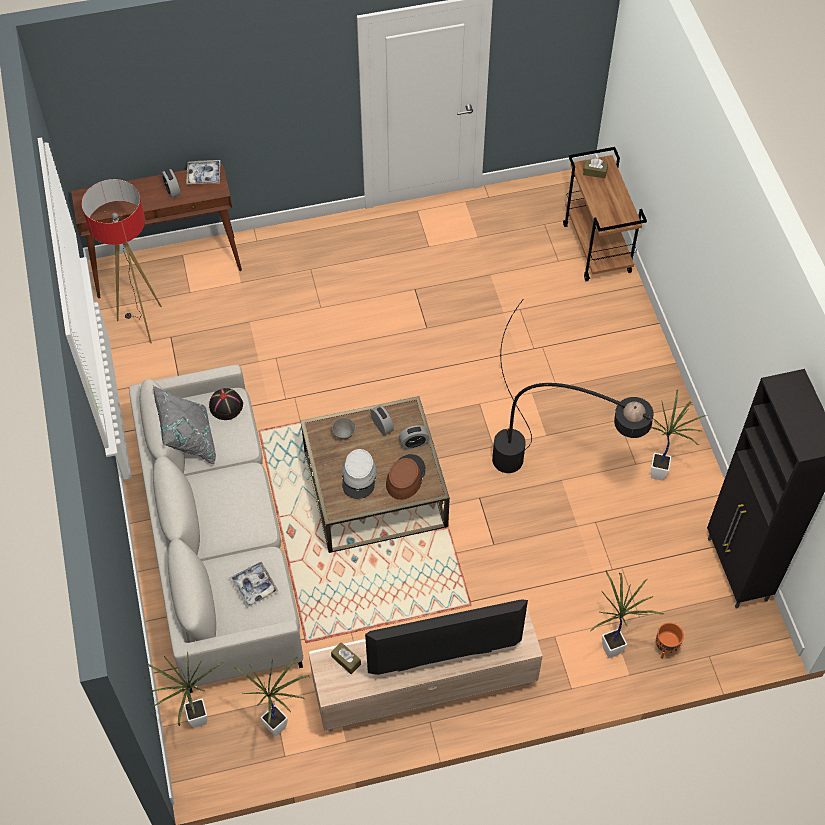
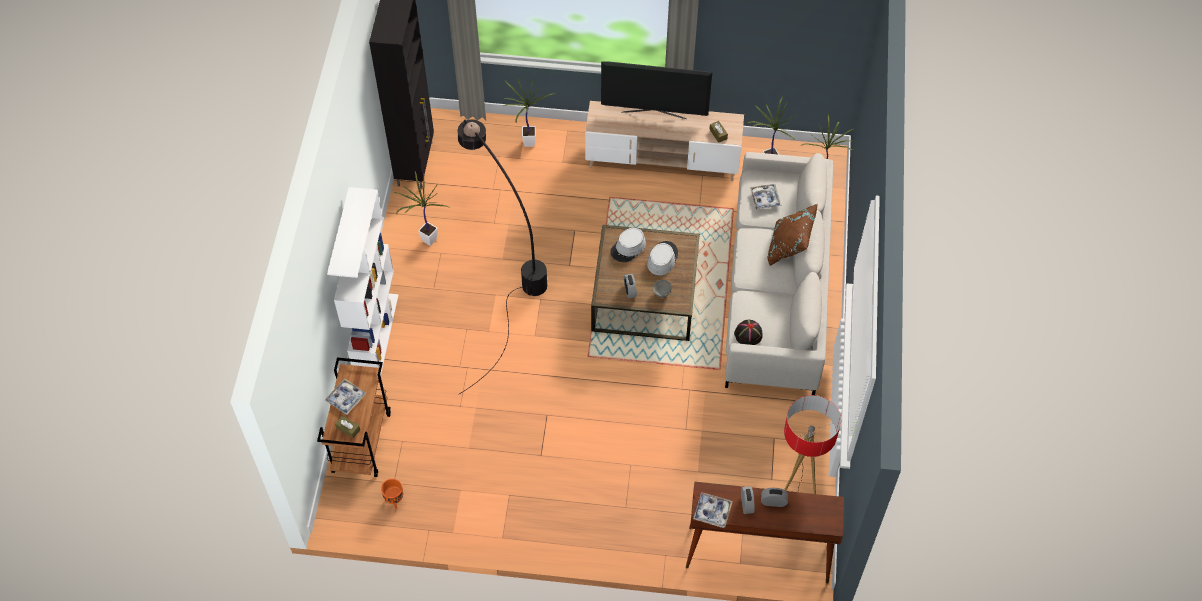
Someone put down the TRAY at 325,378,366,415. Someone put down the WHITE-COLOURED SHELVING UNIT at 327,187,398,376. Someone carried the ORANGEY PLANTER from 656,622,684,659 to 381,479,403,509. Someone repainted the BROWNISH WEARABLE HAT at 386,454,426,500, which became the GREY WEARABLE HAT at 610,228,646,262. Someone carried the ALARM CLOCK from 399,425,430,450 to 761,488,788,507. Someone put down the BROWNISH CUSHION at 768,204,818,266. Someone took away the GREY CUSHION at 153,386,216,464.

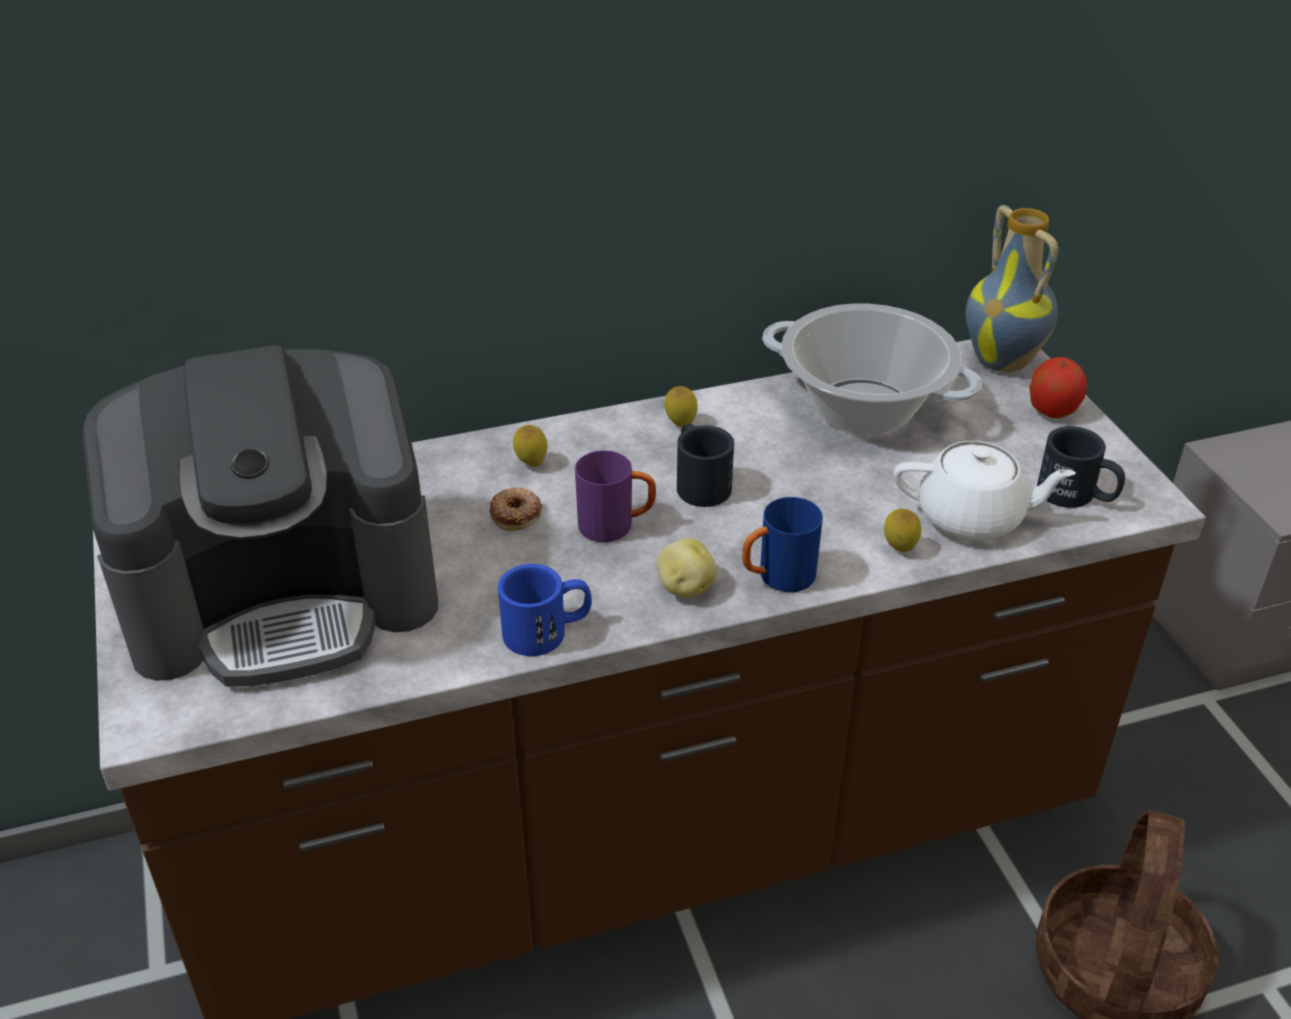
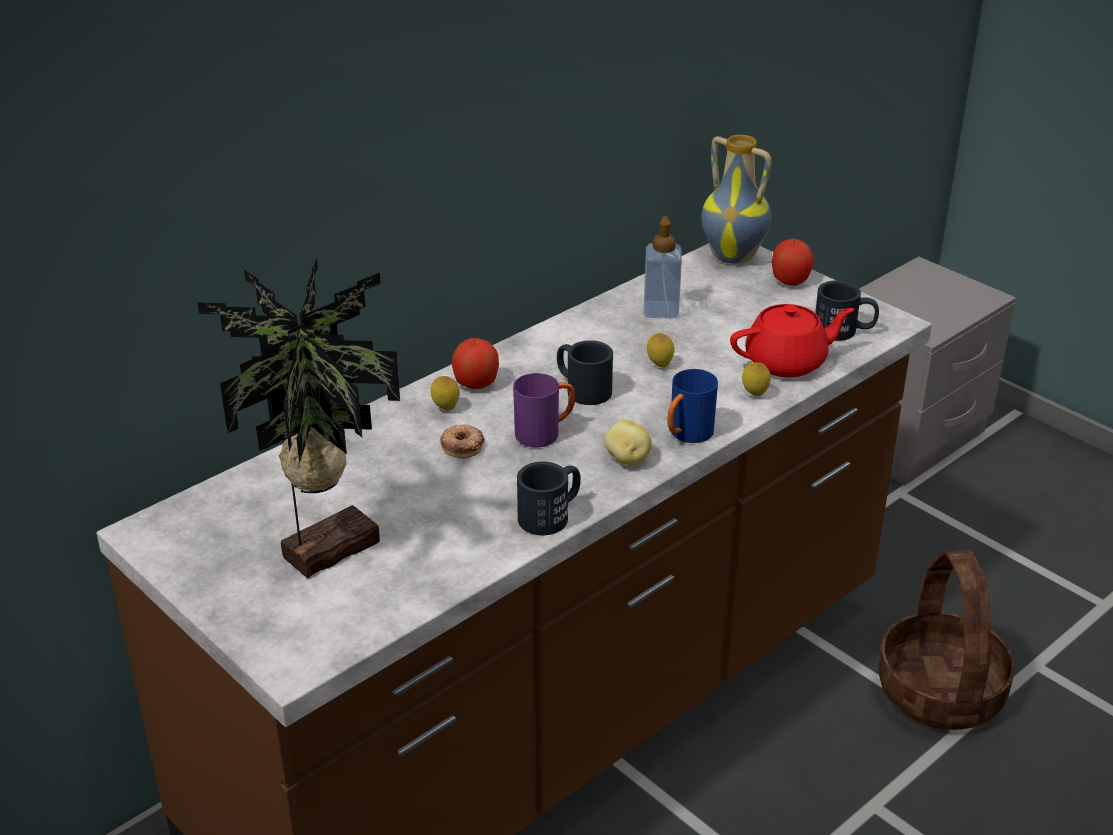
Someone swapped the COFFEE BREWER at 82,345,438,687 for the PLANT IN A POT at 197,258,400,578. Someone put down the APPLE FRUIT at 452,338,499,389. Someone repainted the BLUISH COFFEE MUG at 498,564,592,656, which became the BLACK COFFEE MUG at 517,462,581,535. Someone swapped the COOKING POT at 762,304,982,434 for the SOAP BOTTLE at 644,216,682,319. Someone carried the WHOLE LEMON from 665,386,698,428 to 647,333,675,367. Someone repainted the WHITE-COLOURED TEA POT at 894,441,1076,541, which became the RED-COLOURED TEA POT at 730,304,855,377.

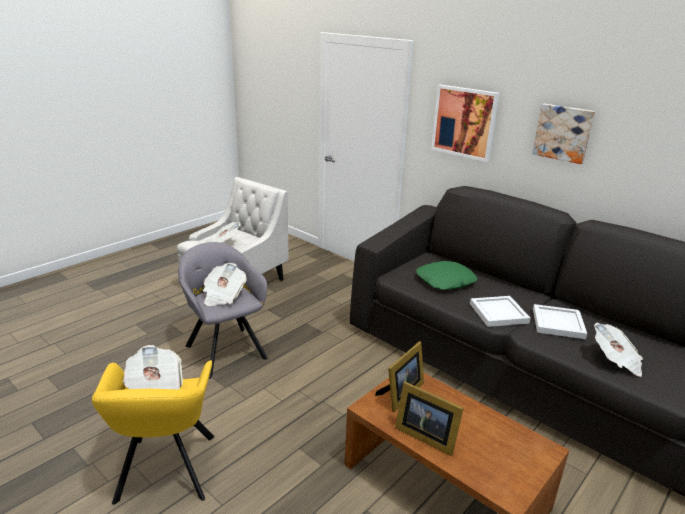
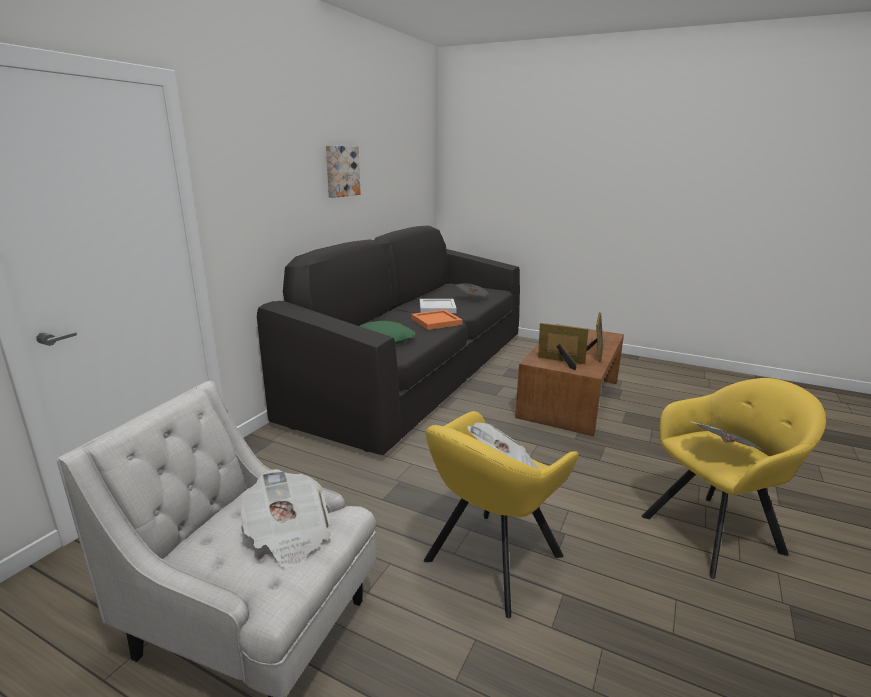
Someone repainted the WHITE-COLOURED TRAY at 470,296,531,327, which became the ORANGEY TRAY at 411,310,462,330. Someone repainted the GREY EASY CHAIR at 178,242,268,379, which became the YELLOW EASY CHAIR at 424,411,578,618. Someone took away the PICTURE at 431,85,500,162.

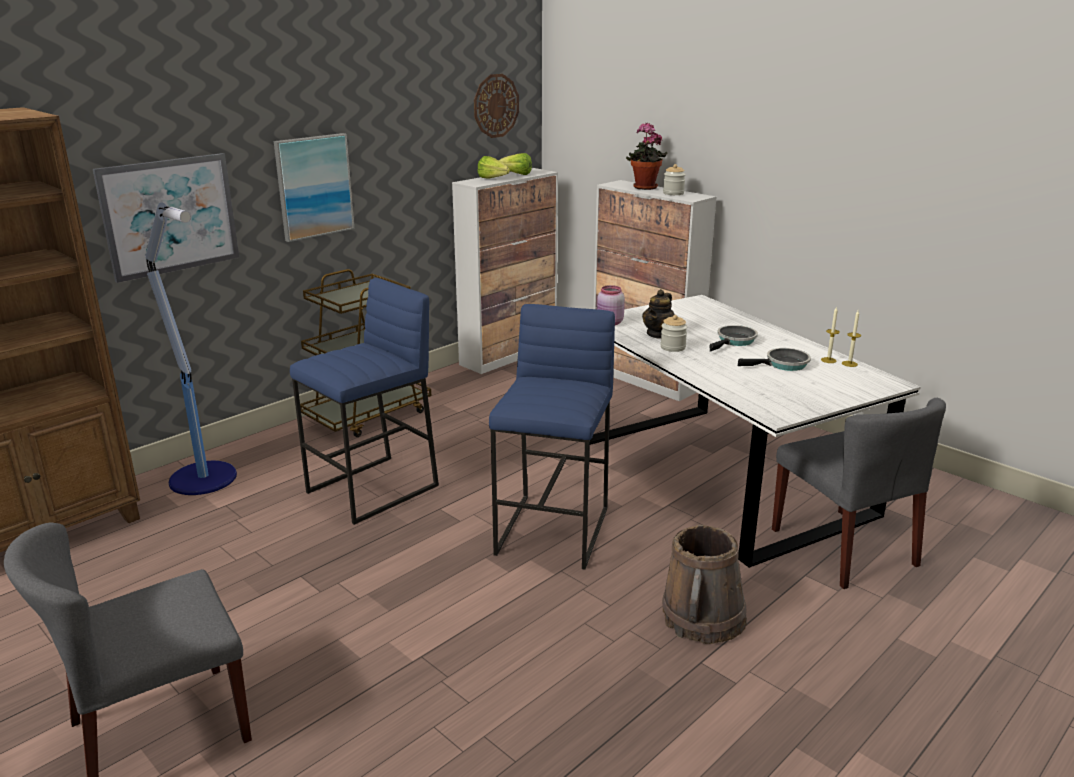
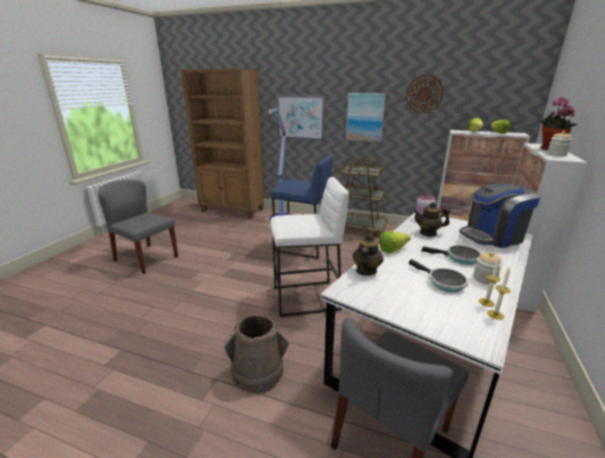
Someone repainted the BLUISH STOOL SEAT at 489,304,615,569, which became the WHITE-COLOURED STOOL SEAT at 270,177,349,317. Someone put down the TEA POT at 352,234,384,276. Someone put down the LETTUCE at 379,231,411,253. Someone carried the CLOCK ON THE WALL from 474,74,519,138 to 406,75,444,113. Someone put down the COFFEE BREWER at 459,183,541,248. Someone carried the STORAGE JAR from 660,315,687,352 to 473,252,502,285.

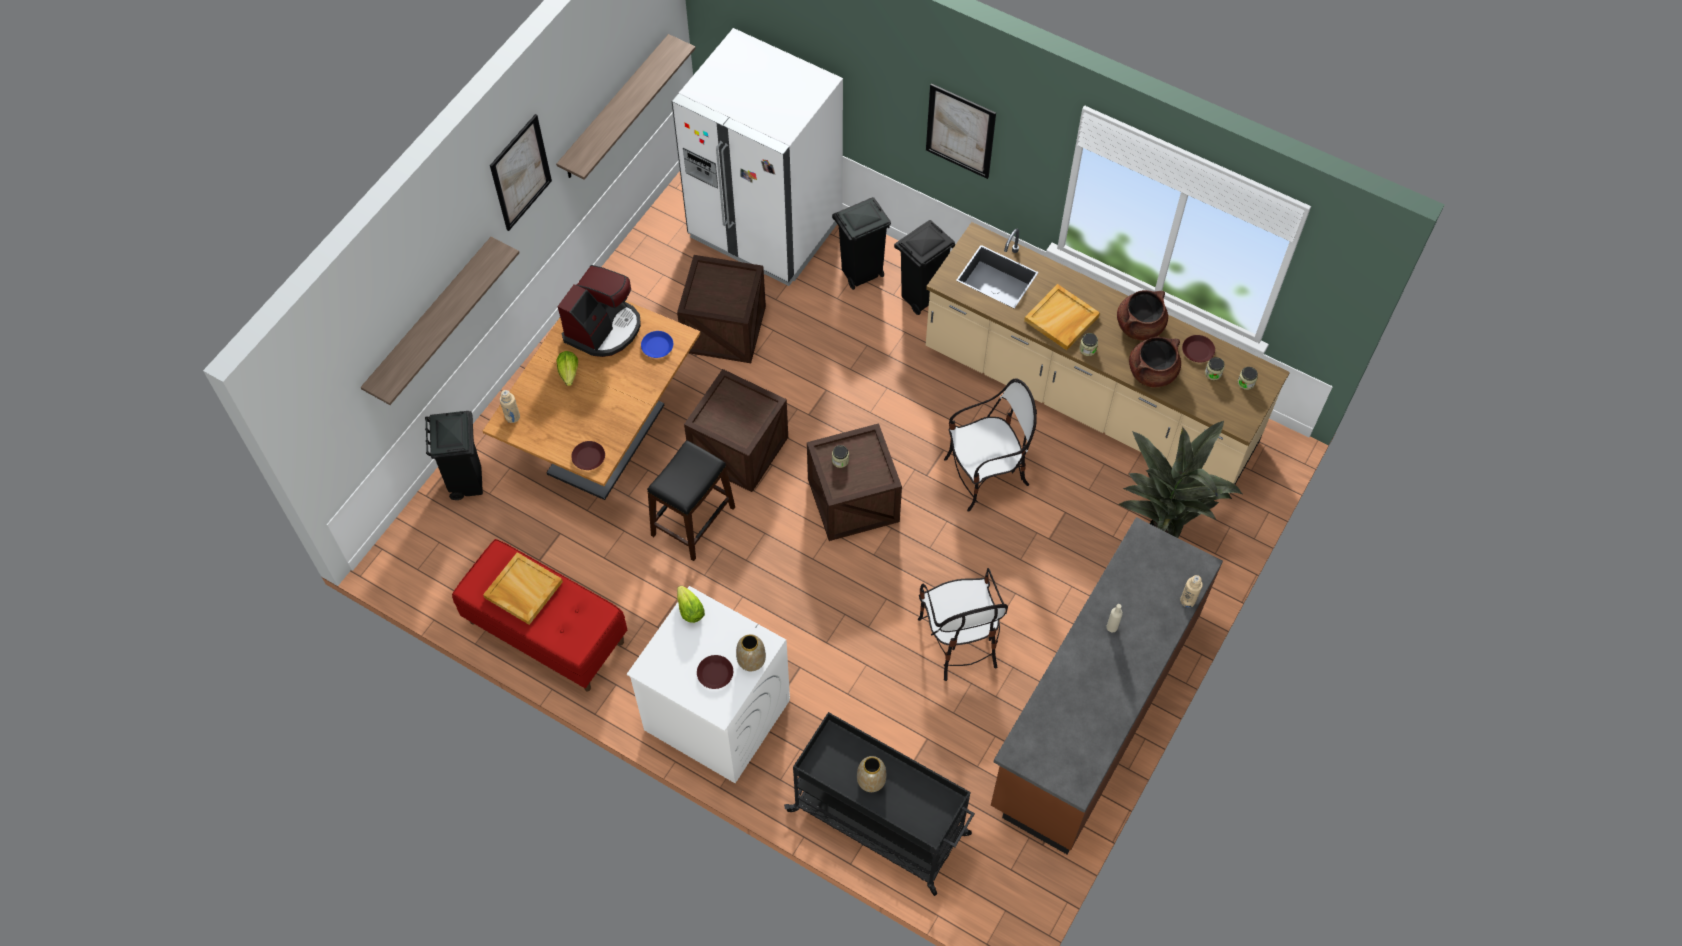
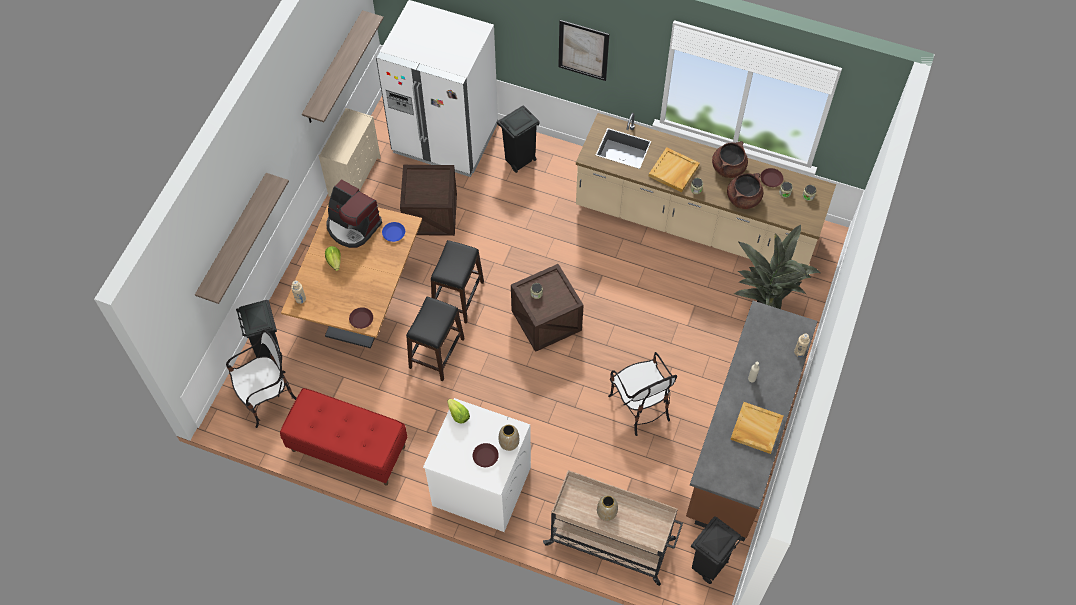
Someone carried the PLAIN CHAIR from 944,379,1037,512 to 226,330,296,428. Someone put down the BEIGE-COLOURED DRESSER at 319,108,381,197. Someone rotated the COFFEE BREWER at 557,265,641,357 by 105 degrees clockwise. Someone swapped the CRATE at 684,369,788,492 for the BLACK STOOL SEAT at 431,240,484,324. Someone repainted the BLACK CART at 784,712,975,896, which became the BEIGE-COLOURED CART at 543,470,683,586. Someone carried the BLACK WASTE BIN from 894,220,955,315 to 691,516,742,584. Someone carried the BEIGE-COLOURED TRAY from 483,552,563,625 to 730,402,783,454. Someone took away the PICTURE at 490,114,552,231.

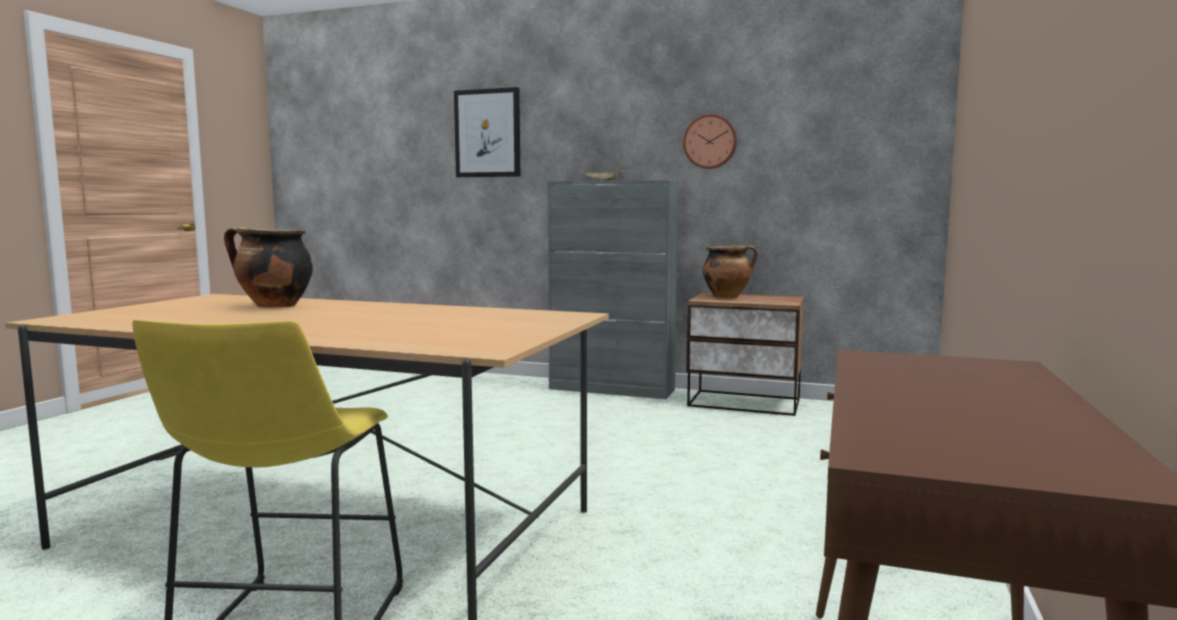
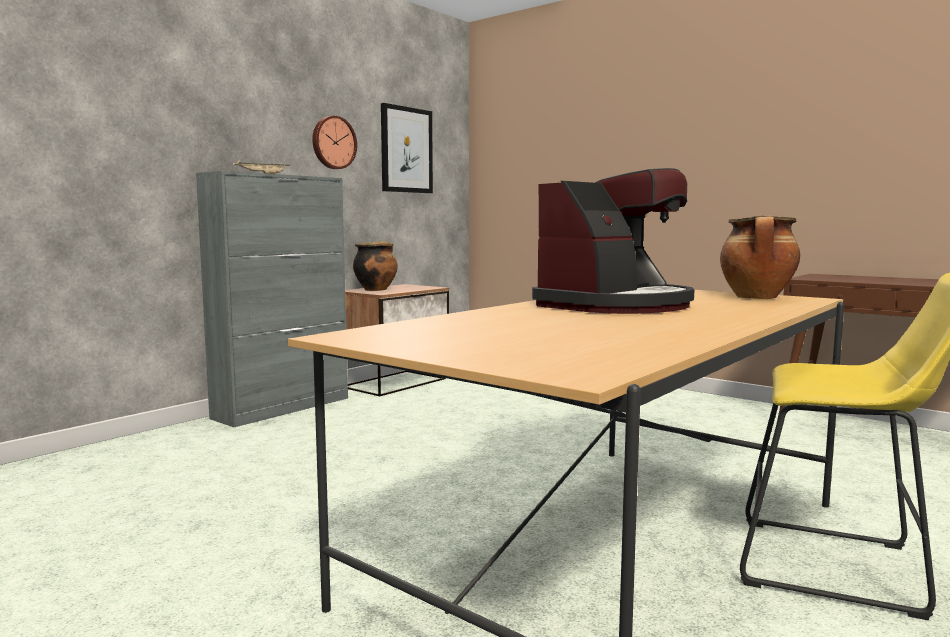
Someone carried the PICTURE from 454,87,520,177 to 381,103,433,193. Someone put down the COFFEE BREWER at 532,168,695,314. Someone carried the COOKING POT from 224,227,313,308 to 720,215,800,299.

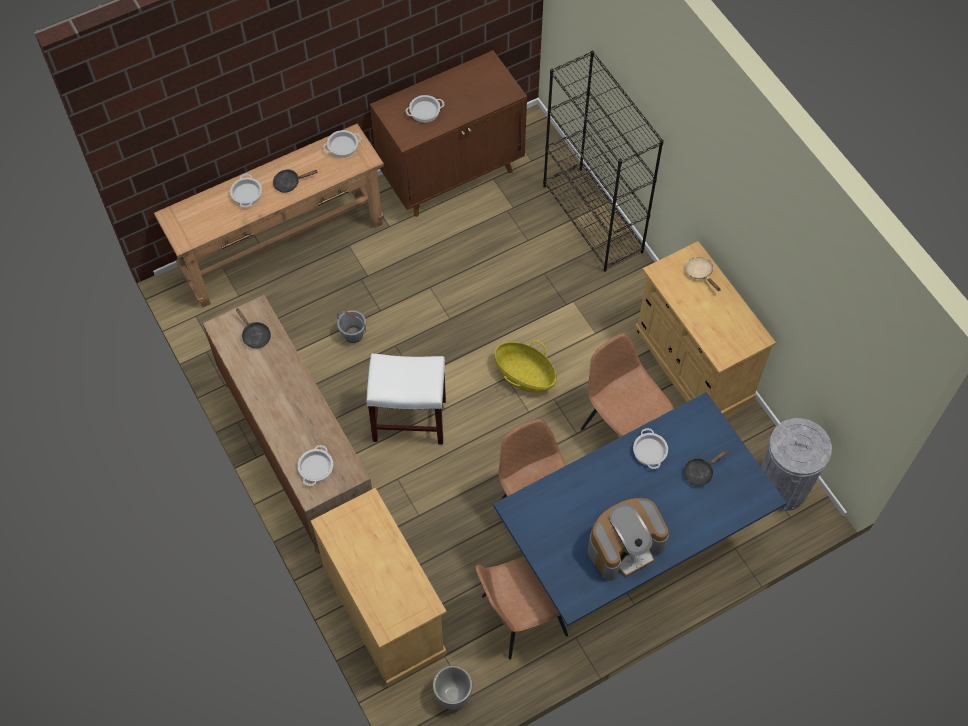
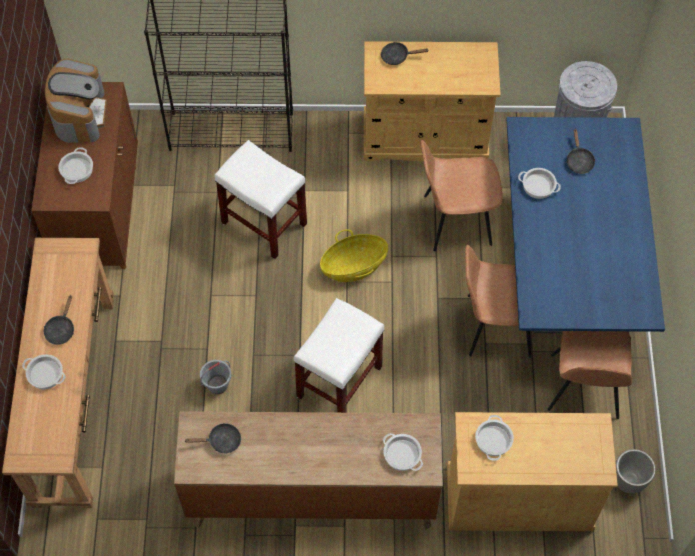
Someone carried the COFFEE BREWER from 588,498,669,581 to 45,59,107,143. Someone put down the WHITE-COLOURED STOOL SEAT at 214,140,307,259. Someone repainted the BEIGE-COLOURED SKILLET at 685,257,720,291, which became the BLACK SKILLET at 381,42,428,65. Someone carried the COOKING POT from 323,130,361,158 to 475,415,514,461.

